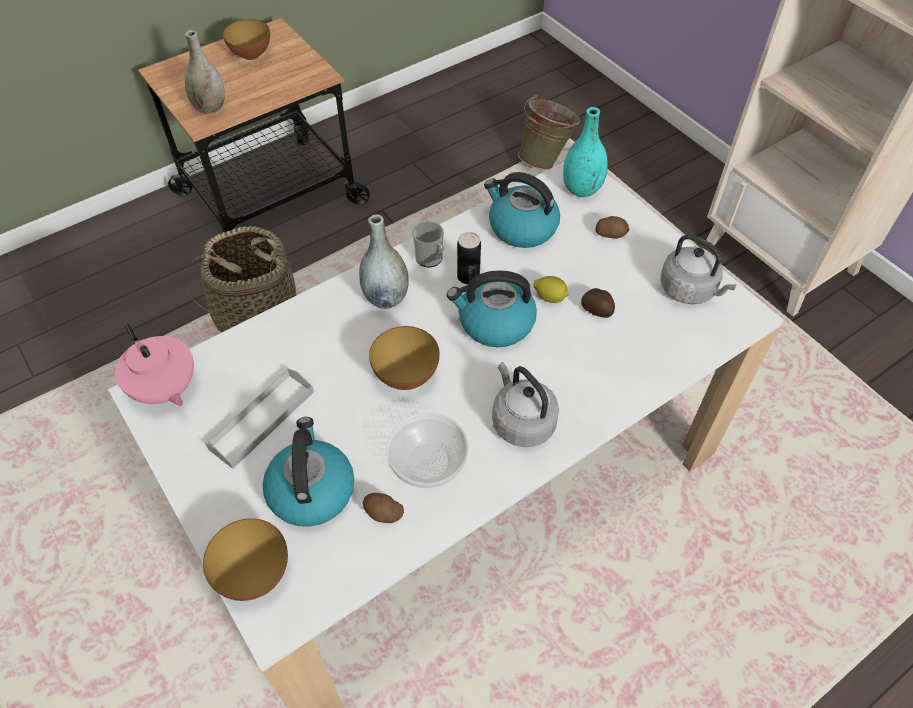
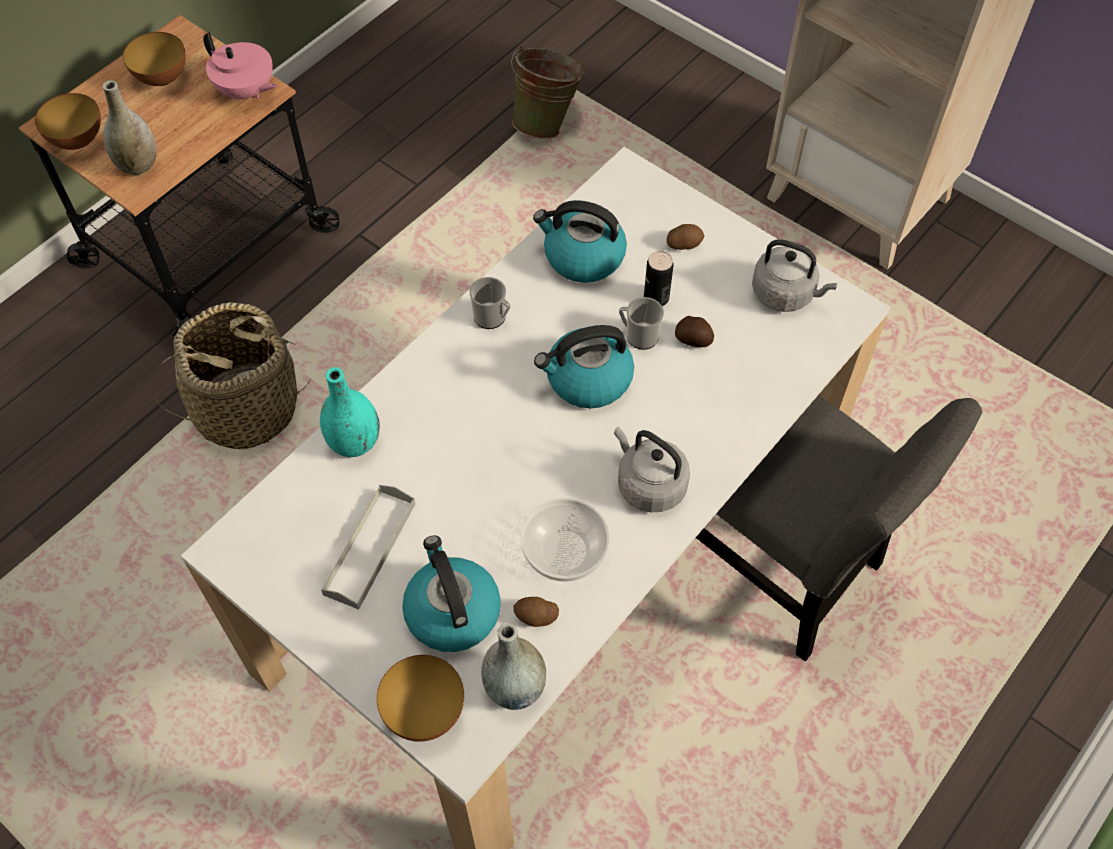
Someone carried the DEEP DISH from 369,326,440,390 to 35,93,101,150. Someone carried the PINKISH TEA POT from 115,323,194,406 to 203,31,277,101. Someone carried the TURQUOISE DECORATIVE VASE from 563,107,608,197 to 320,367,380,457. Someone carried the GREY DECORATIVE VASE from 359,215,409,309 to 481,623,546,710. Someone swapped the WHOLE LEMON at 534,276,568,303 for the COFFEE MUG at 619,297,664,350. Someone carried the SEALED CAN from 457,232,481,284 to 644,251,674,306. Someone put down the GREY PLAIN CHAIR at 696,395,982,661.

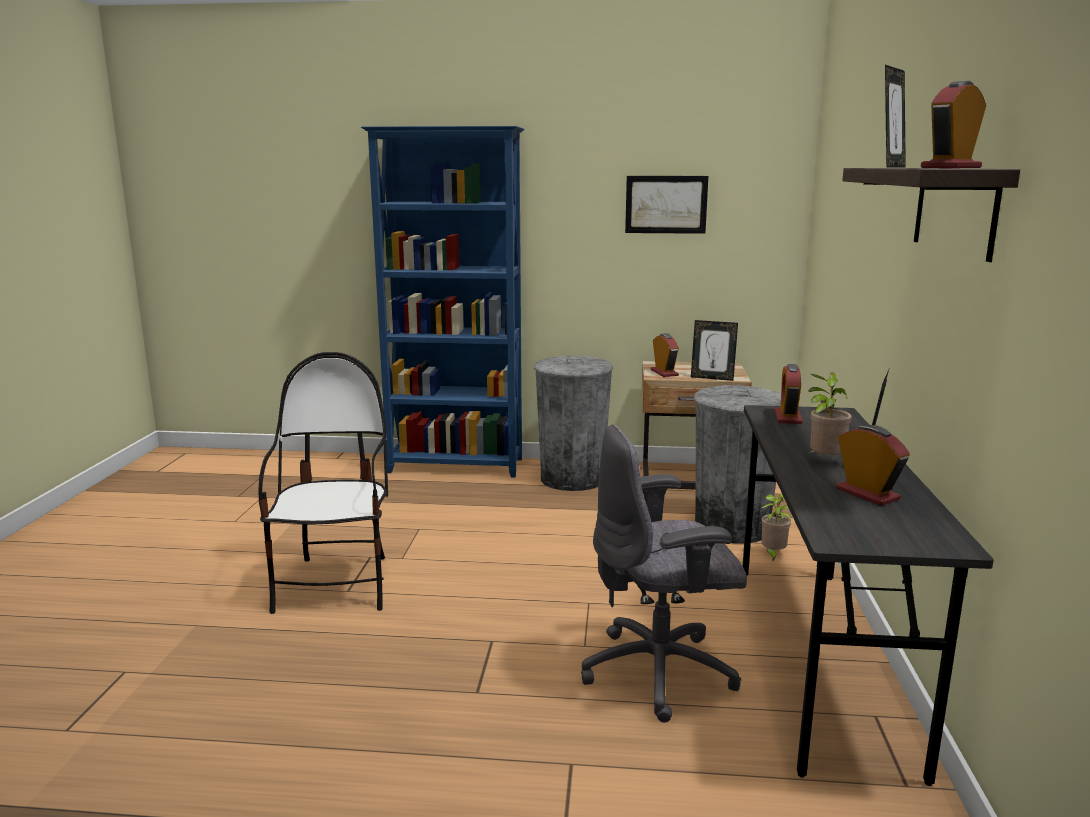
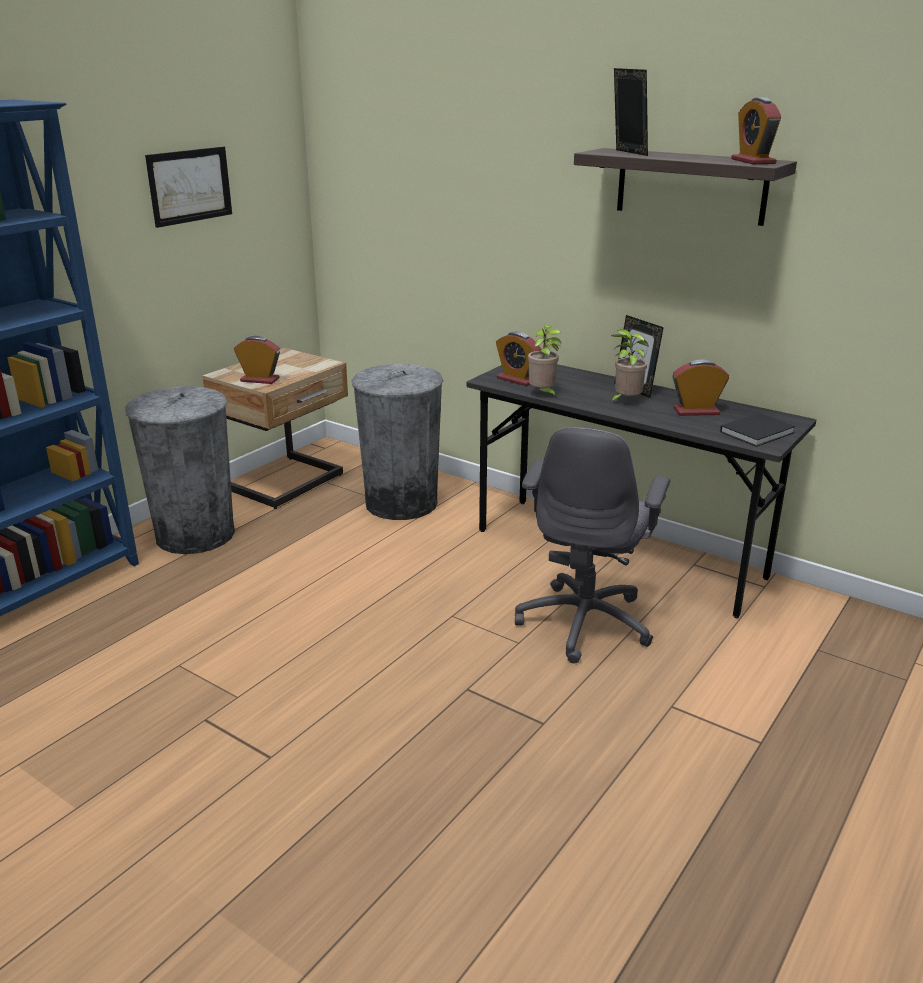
Someone carried the PLANT IN A POT from 761,494,791,562 to 528,325,561,397. Someone put down the BLACK BOOK at 720,413,796,447. Someone took away the PLAIN CHAIR at 258,352,388,614. Someone took away the PHOTO FRAME at 691,320,738,381.

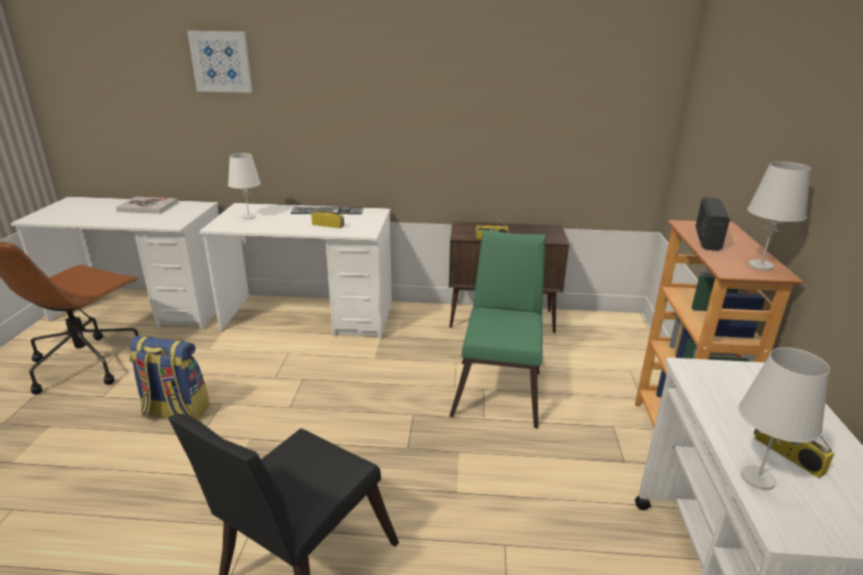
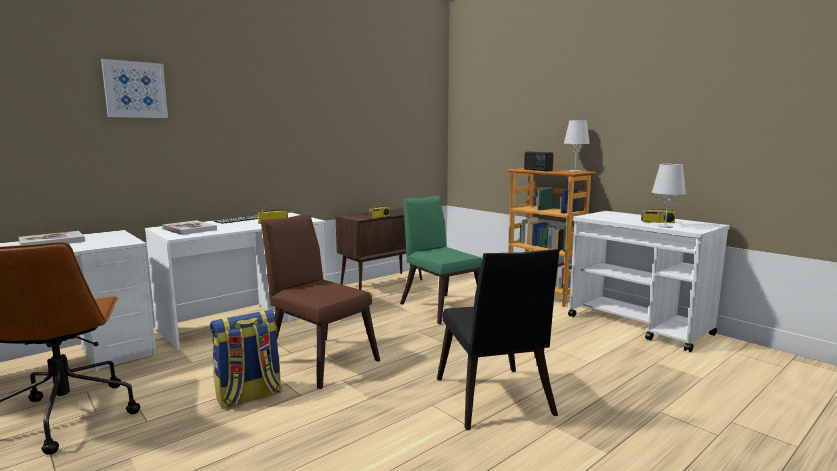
Someone swapped the WHITE-COLOURED TABLETOP LAMP at 228,153,261,219 for the BOOK at 162,220,217,235. Someone put down the BROWNISH PLAIN CHAIR at 261,214,380,389.

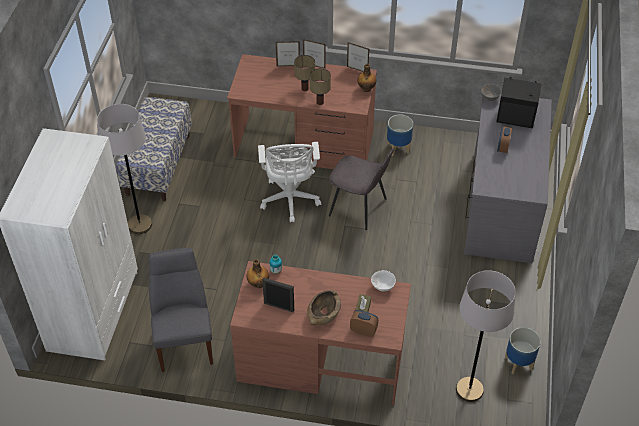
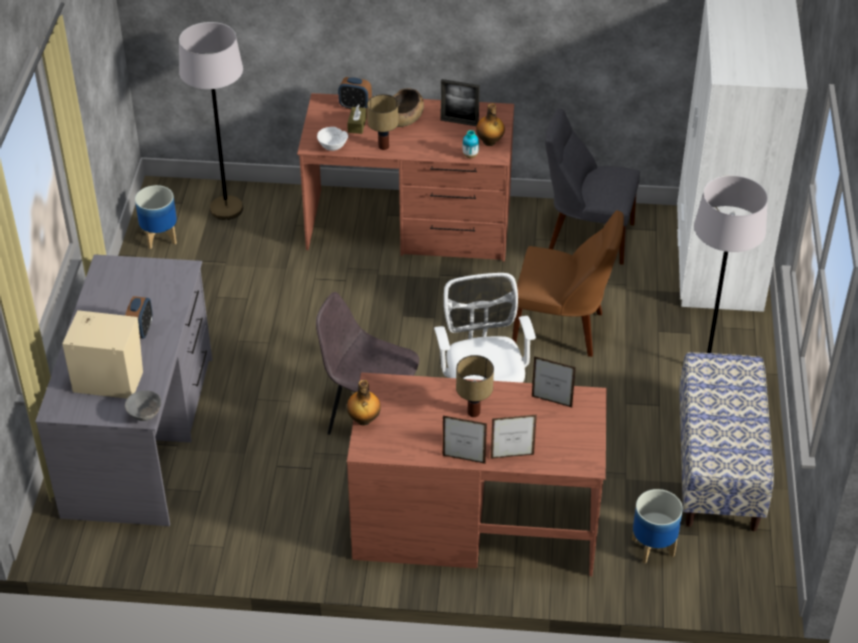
Someone repainted the BLACK AUDIO SPEAKER at 496,77,541,128, which became the BEIGE-COLOURED AUDIO SPEAKER at 62,310,143,399. Someone carried the TABLETOP LAMP from 310,68,331,105 to 367,94,399,150. Someone put down the BROWNISH PLAIN CHAIR at 512,210,624,357. Someone carried the PHOTO FRAME from 347,42,369,72 to 531,356,576,407. Someone rotated the GREY PLAIN CHAIR at 149,248,213,372 by 120 degrees clockwise. Someone carried the PLANTER from 387,114,413,156 to 632,489,683,564.

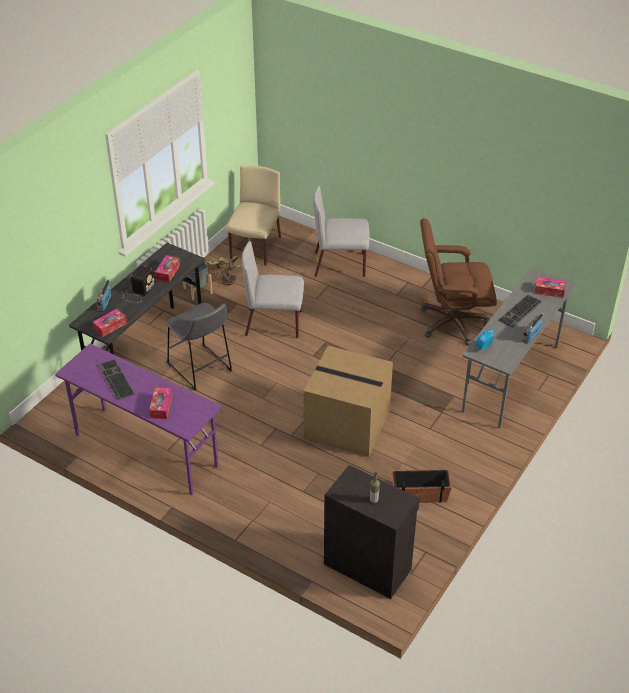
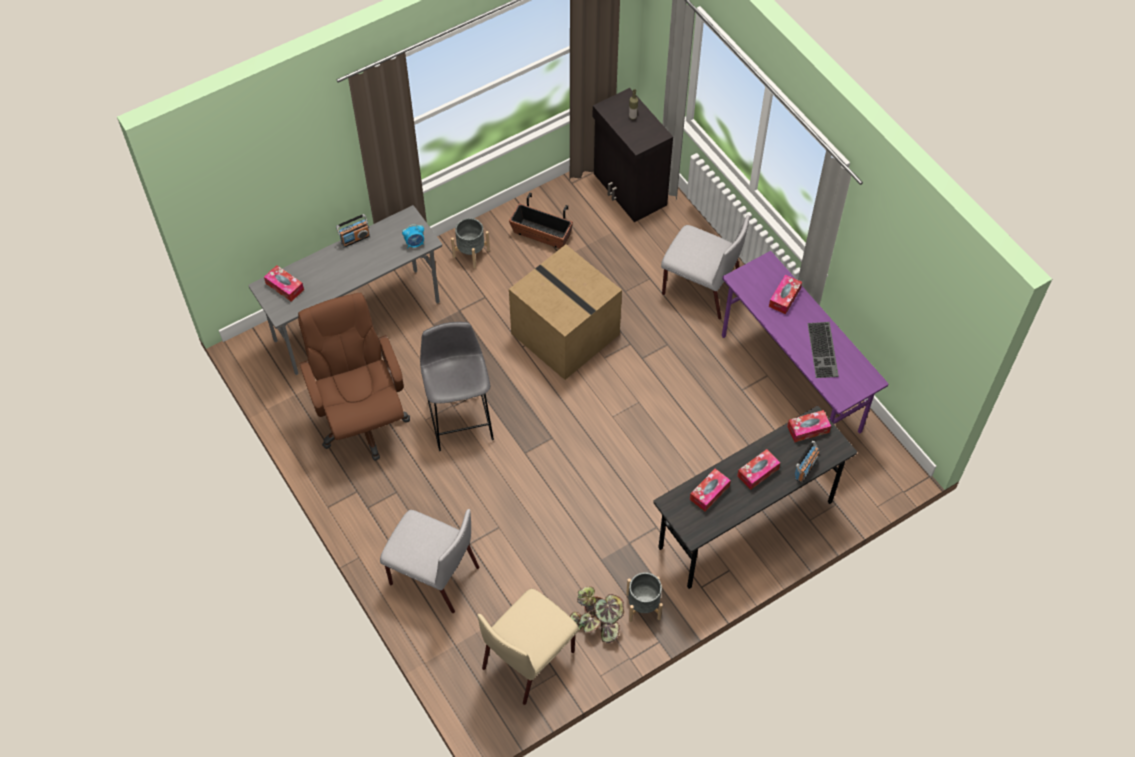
Someone rotated the BROWNISH OFFICE CHAIR at 420,218,497,345 by 135 degrees counterclockwise. Someone carried the GREY STOOL SEAT from 166,303,232,390 to 420,322,494,451. Someone put down the GREY PLANTER at 451,218,490,268. Someone carried the GREY PLAIN CHAIR from 242,241,304,338 to 661,215,750,319. Someone swapped the RADIO SET at 120,265,156,303 for the BOX OF TISSUES at 737,449,780,490. Someone took away the COMPUTER KEYBOARD at 498,295,542,328.

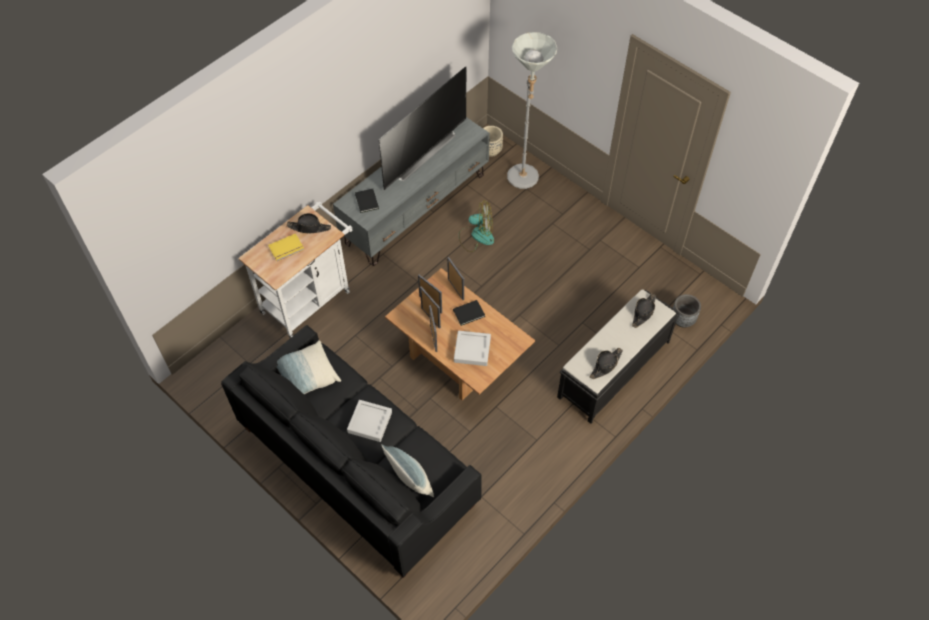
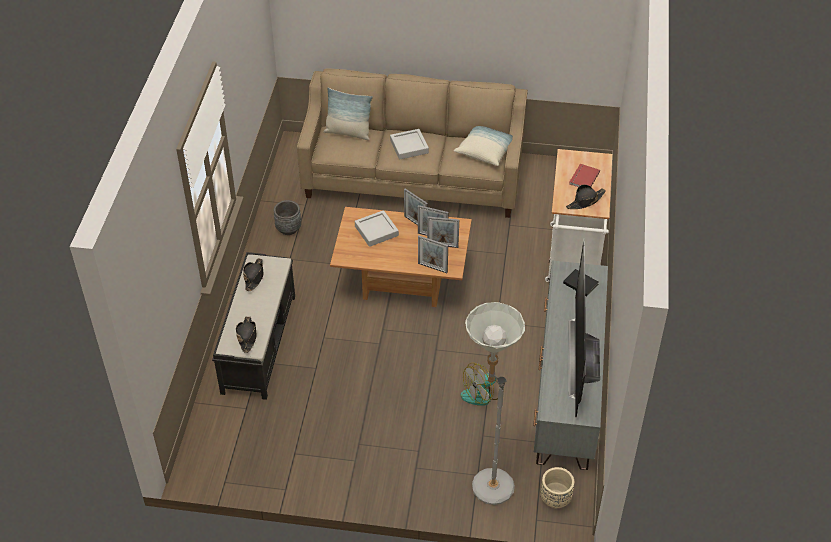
Someone carried the GREY PLANTER from 673,294,701,327 to 274,200,301,235. Someone repainted the BLACK SETTEE at 221,325,482,578, which became the BEIGE-COLOURED SETTEE at 297,68,528,218. Someone repainted the YELLOW BOOK at 268,234,304,261, which became the RED-COLOURED BOOK at 569,164,600,187. Someone took away the BLACK BOOK at 453,300,485,326.

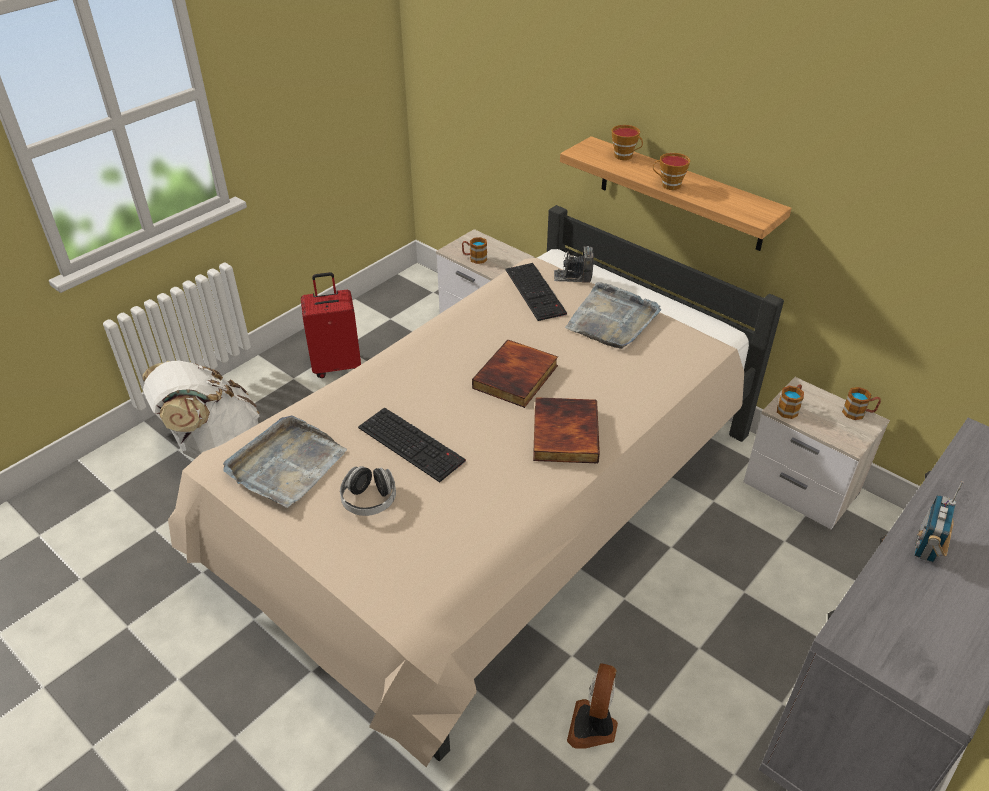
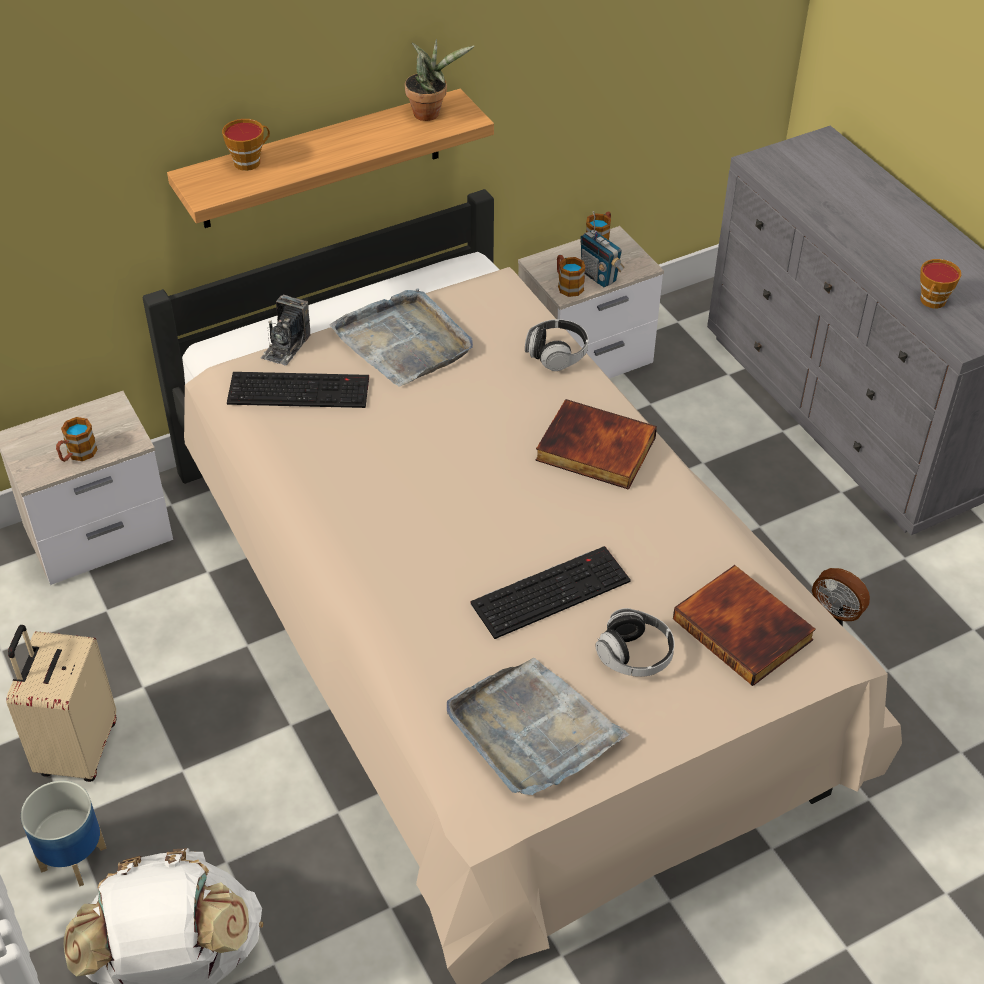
Someone repainted the RED-COLOURED TRAVEL CASE at 301,272,361,378, which became the BEIGE-COLOURED TRAVEL CASE at 6,625,116,782. Someone put down the PLANTER at 21,781,107,886. Someone put down the PLANT IN A POT at 405,39,474,121. Someone put down the HEADSET at 525,319,588,371. Someone carried the RADIO SET from 914,481,963,562 to 580,211,625,288. Someone carried the BOOK from 472,339,558,408 to 673,565,816,686. Someone carried the CUP from 653,153,690,190 to 920,259,961,308.

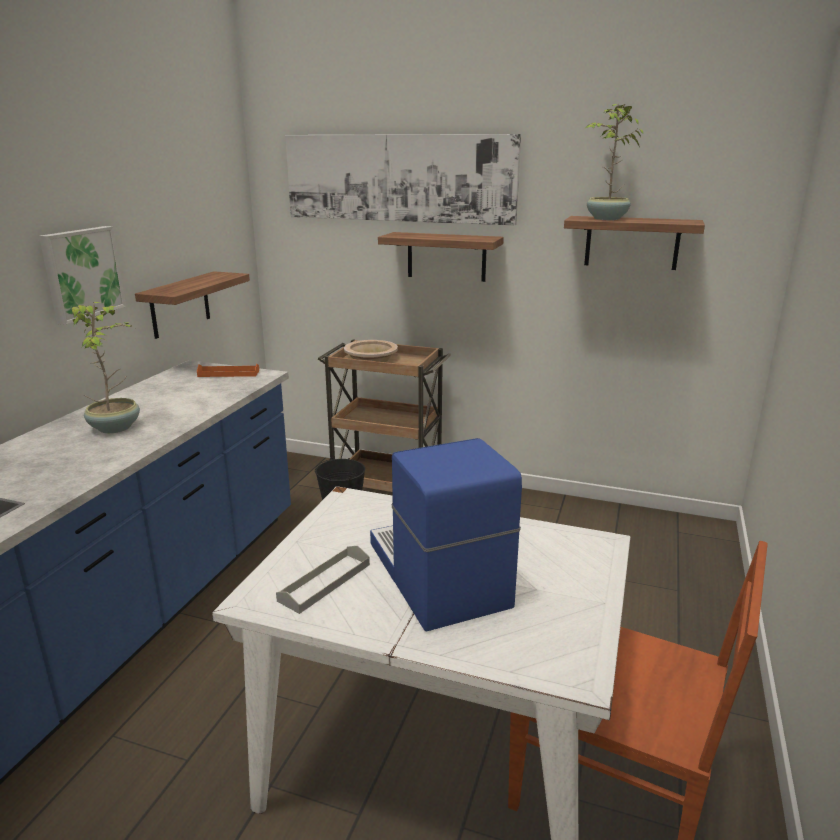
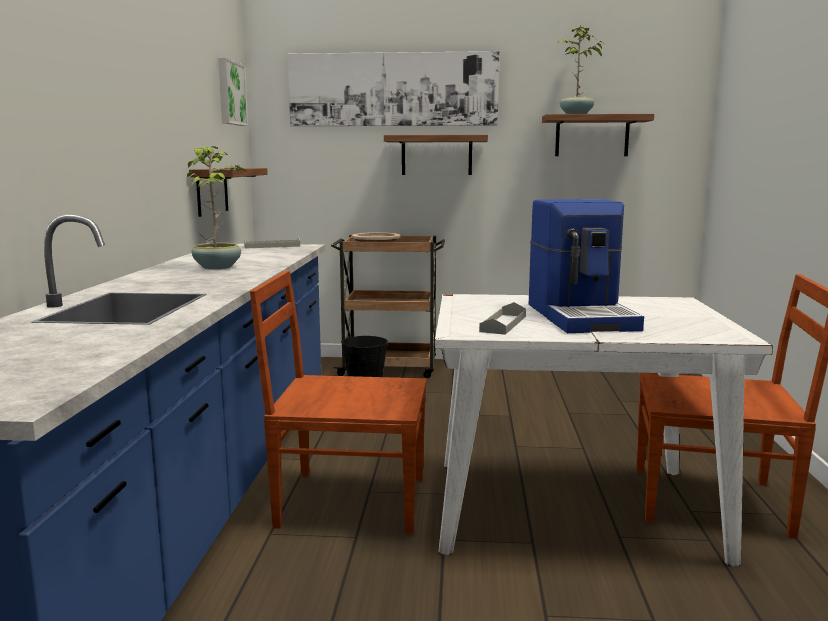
Someone carried the PICTURE from 39,226,126,325 to 218,57,248,126. Someone repainted the ORANGEY TRAY at 197,364,259,377, which became the GREY TRAY at 244,236,300,249. Someone put down the BROWNISH PLAIN CHAIR at 250,270,427,535. Someone rotated the COFFEE BREWER at 370,438,522,632 by 150 degrees counterclockwise.

